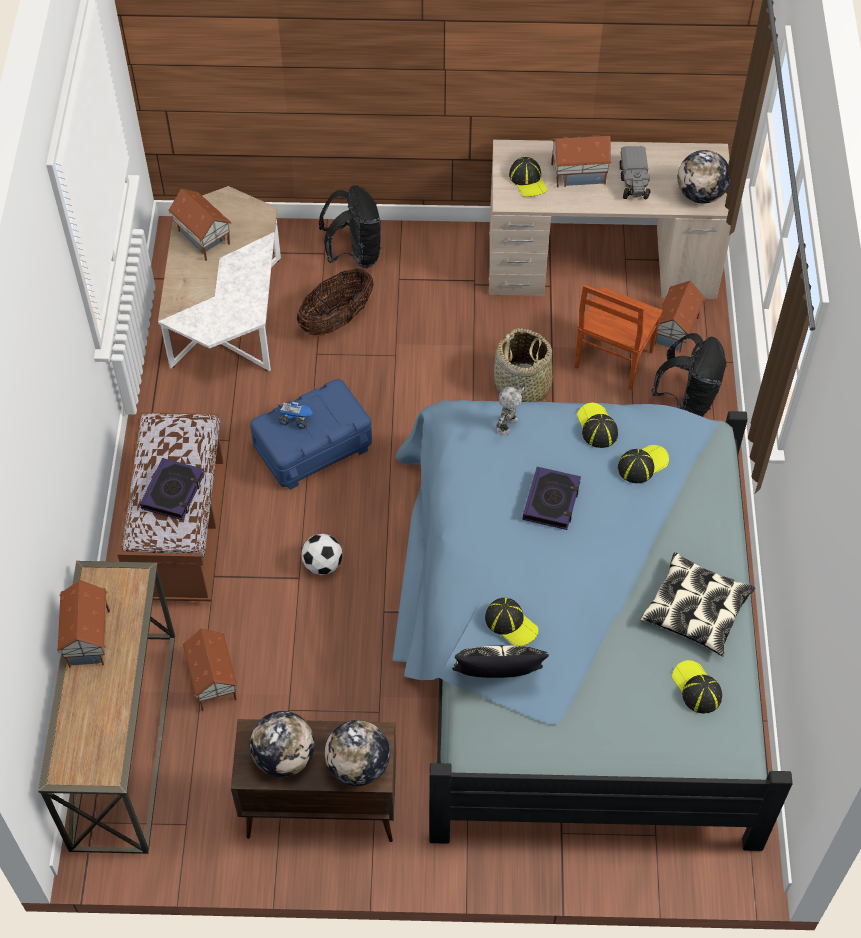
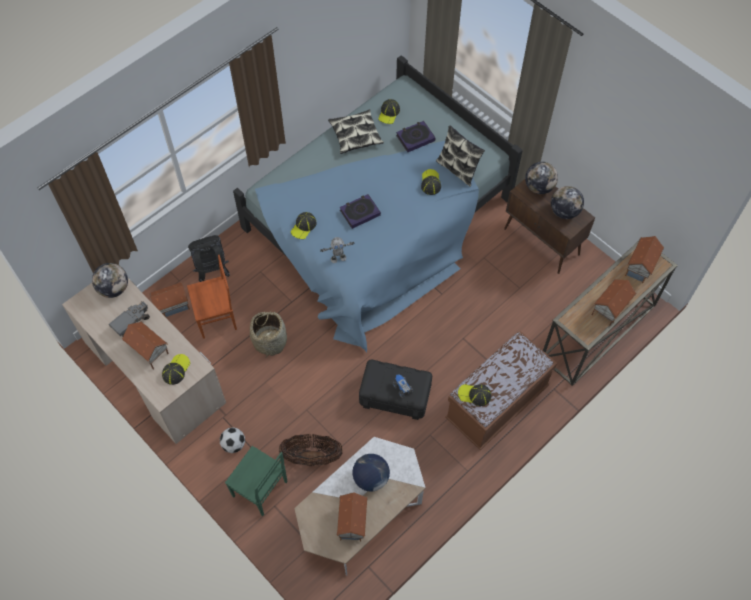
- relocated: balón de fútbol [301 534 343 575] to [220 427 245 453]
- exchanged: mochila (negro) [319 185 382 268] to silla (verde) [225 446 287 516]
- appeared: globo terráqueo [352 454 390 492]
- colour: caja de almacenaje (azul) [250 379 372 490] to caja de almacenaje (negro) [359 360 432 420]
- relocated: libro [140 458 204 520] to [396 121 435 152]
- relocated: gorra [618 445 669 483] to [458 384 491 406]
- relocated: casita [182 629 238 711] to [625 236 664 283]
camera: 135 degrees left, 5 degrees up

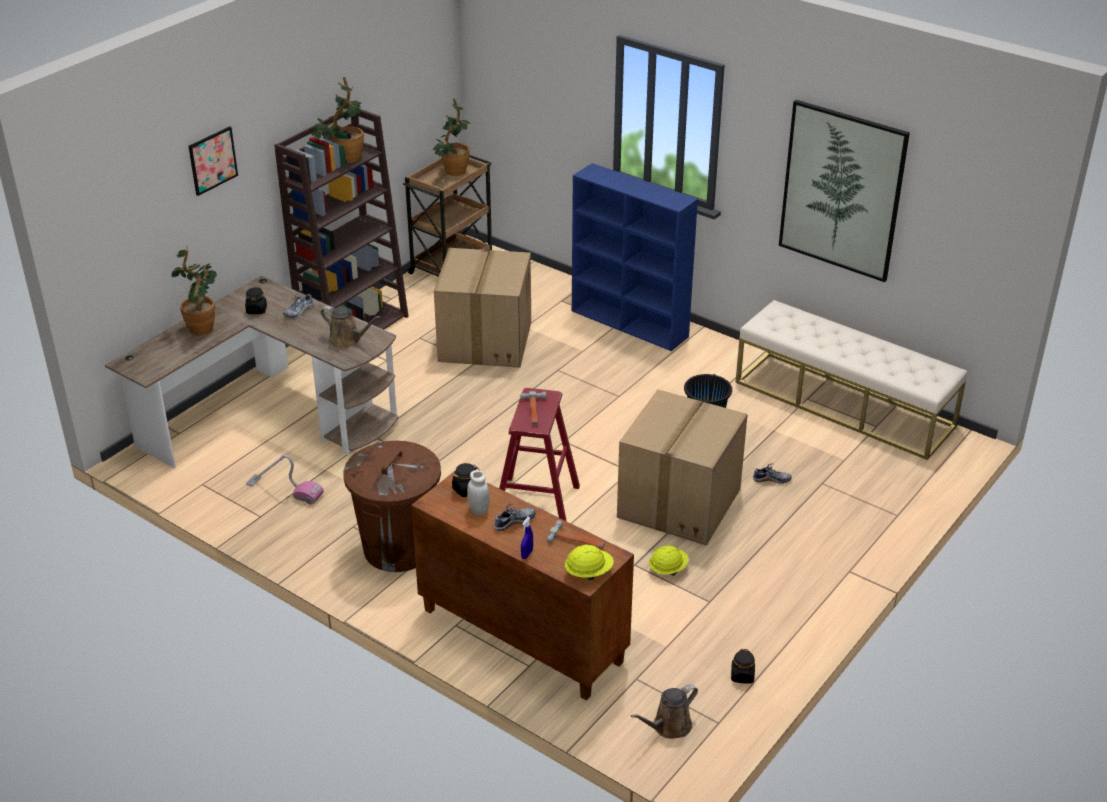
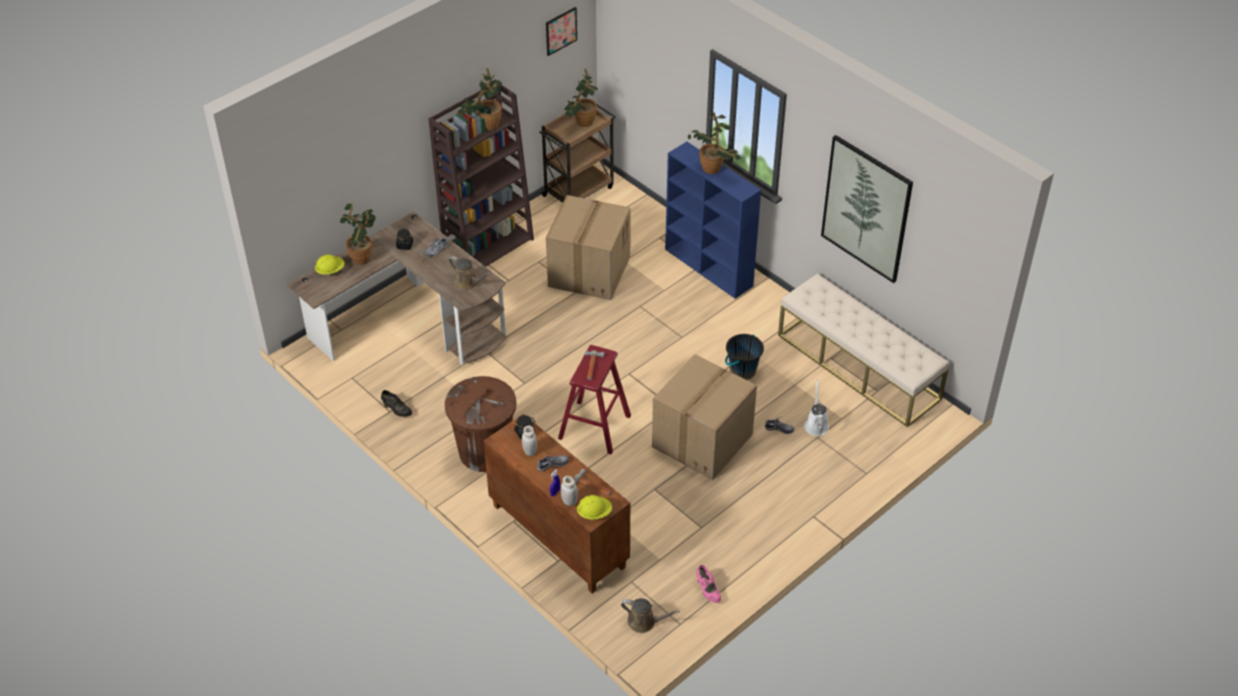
- relocated: casco (amarillo) [649 546 689 576] to [315 254 345 276]
- appeared: zapato (negro) [381 390 412 417]
- relocated: cuadro [188 126 238 196] to [546 7 577 56]
- appeared: tarro (blanco) [561 476 578 506]
- spun: regadera (marrón) [631 684 698 739] = [621 598 680 633] 135 degrees counterclockwise
- appeared: planta en maceta [688 112 741 174]
- exchanged: tarro (negro) [731 649 755 684] to zapato (rosa) [696 565 721 603]
- appeared: regadera (blanco) [804 380 829 436]
- missing: aspiradora [246 455 324 505]
camera: 10 degrees right, 10 degrees up

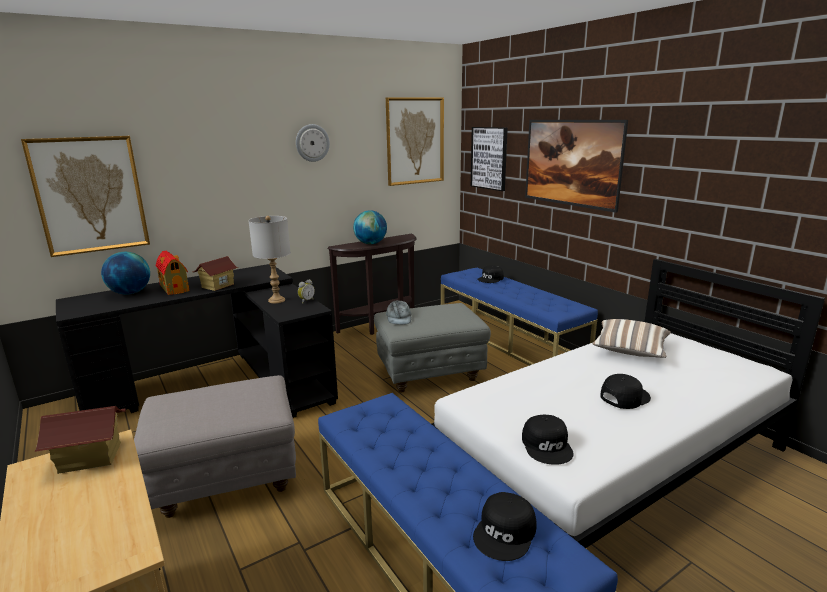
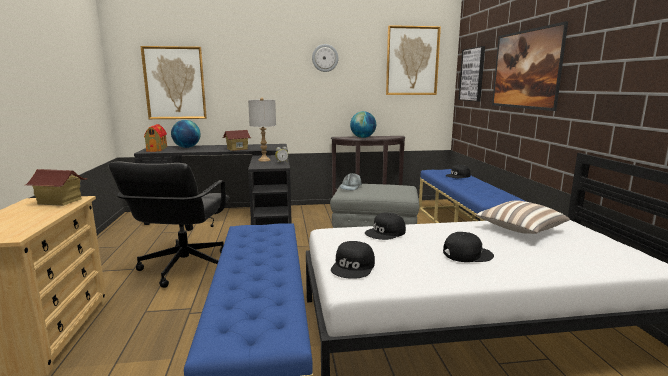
- exchanged: puf (gris) [134 375 296 518] to silla de oficina (negro) [108 162 229 288]
- relocated: casita [156 251 190 295] to [144 124 167 152]
- relocated: gorra (negro) [473 492 537 561] to [365 212 406 240]
camera: 25 degrees right, 5 degrees down

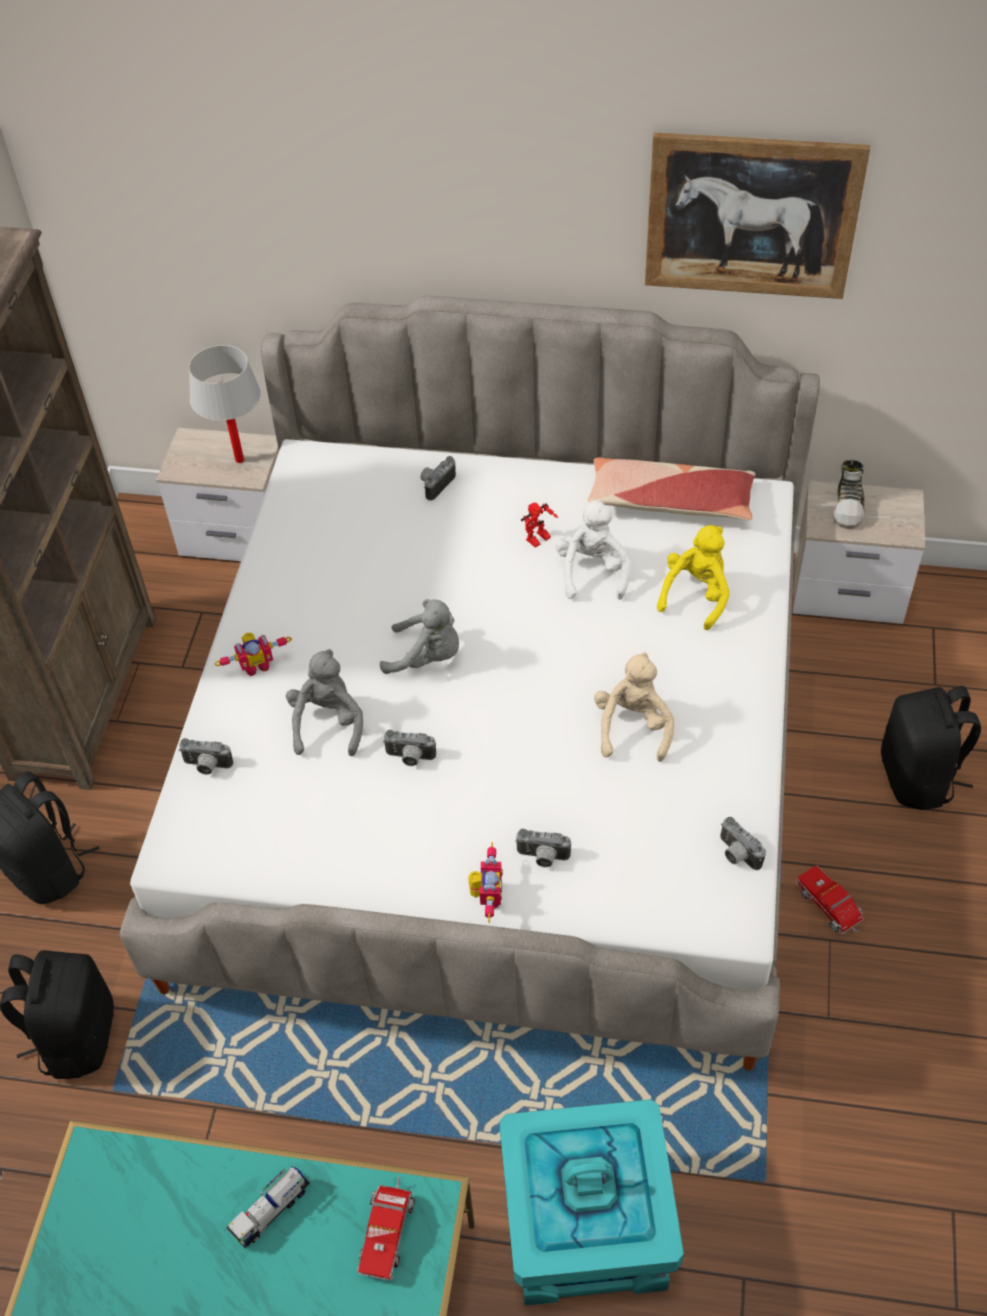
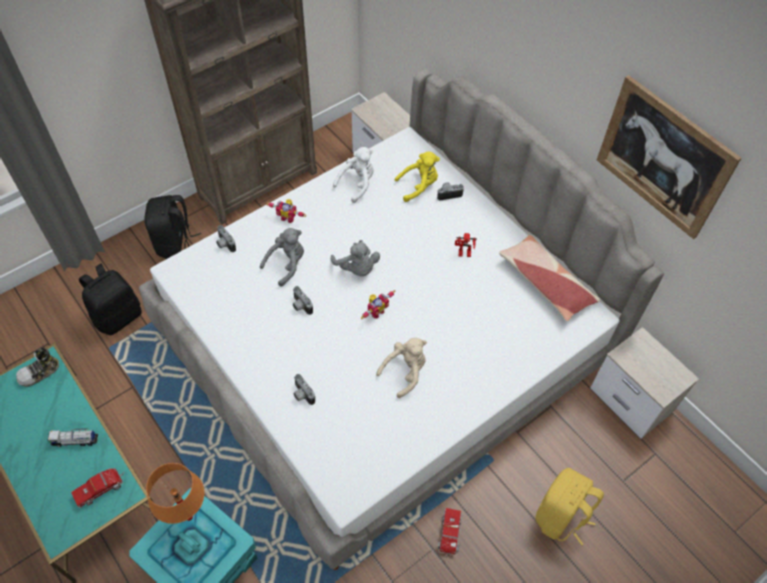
- relocated: zapato [833 460 865 529] to [16 348 59 387]
- appeared: lámpara de mesa (naranja) [146 463 205 524]
- relocated: peluche (blanco) [555 499 631 600] to [333 147 374 203]
- relocated: robot de juguete [468 842 503 923] to [361 290 395 319]
- relocated: peluche (amarillo) [657 525 730 630] to [395 152 440 202]
- colour: mochila (negro) [881 686 981 810] to mochila (amarillo) [535 468 604 545]
- missing: lámpara de mesa (blanco) [189 345 261 463]
- missing: cámara [720 817 766 870]
camera: 40 degrees right, 5 degrees up

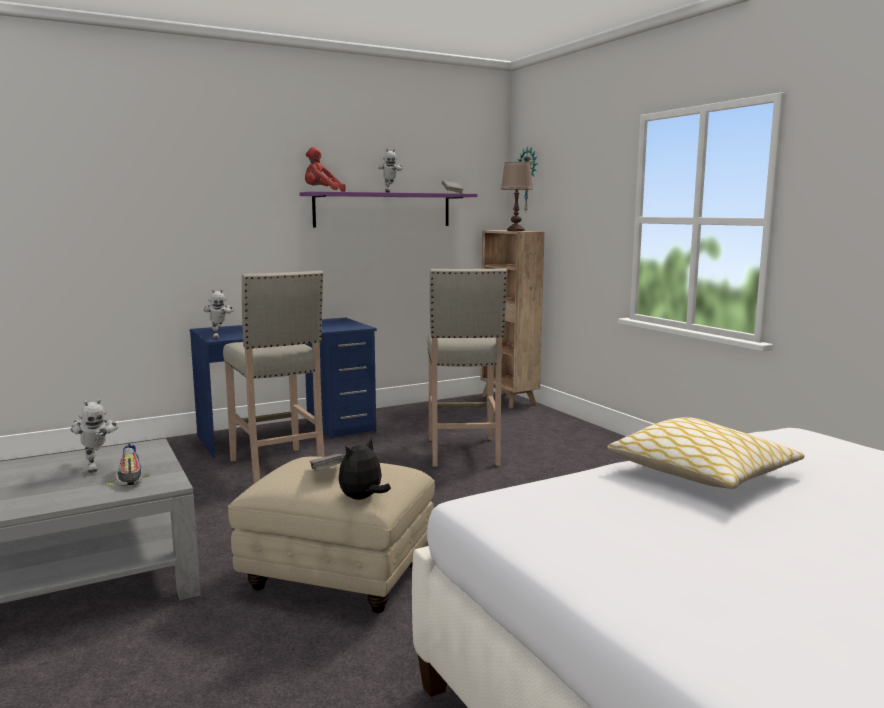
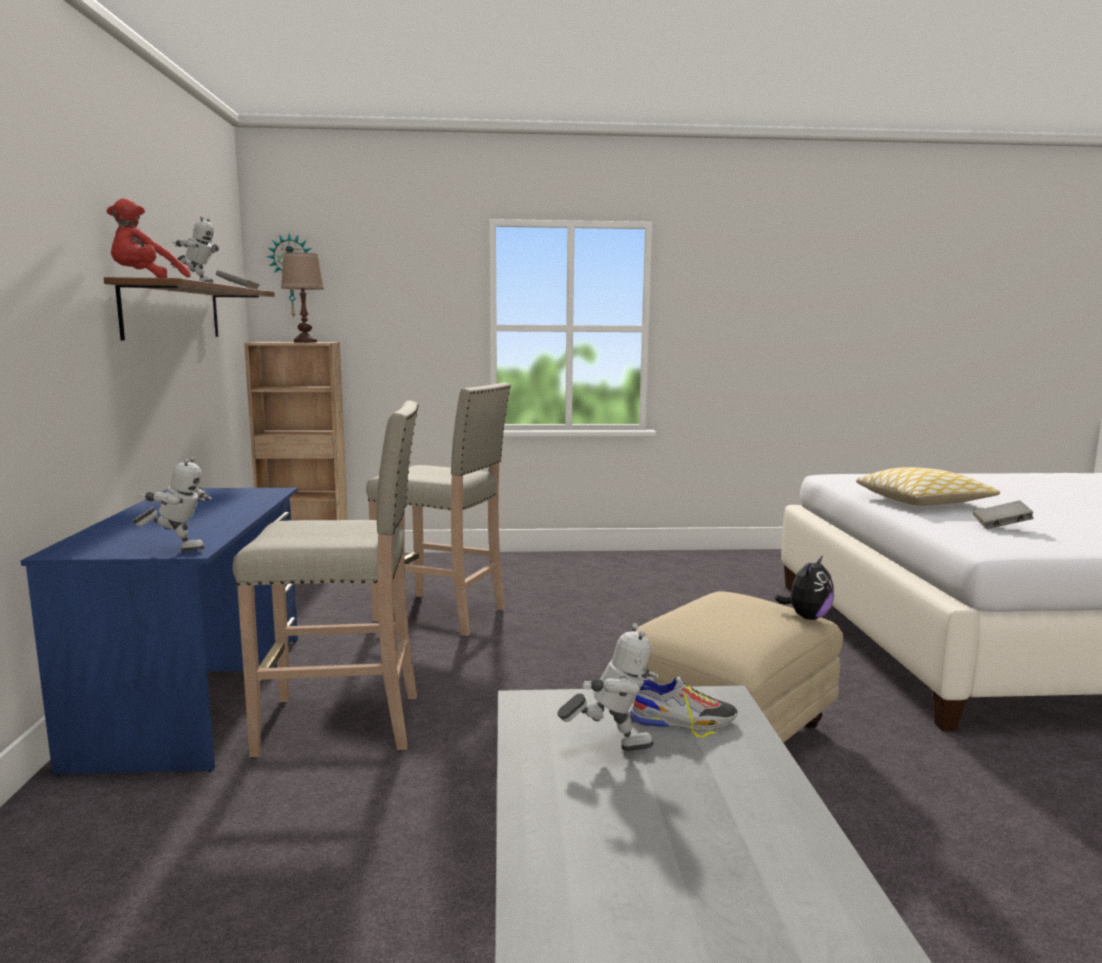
- colour: estante (morado) [299 191 478 228] to estante (marrón) [104 277 275 340]
- spun: peluche [339 438 391 500] = [775 555 834 620] 120 degrees counterclockwise
- relocated: libro (gris) [310 454 345 471] to [973 500 1034 529]
camera: 65 degrees left, 0 degrees up

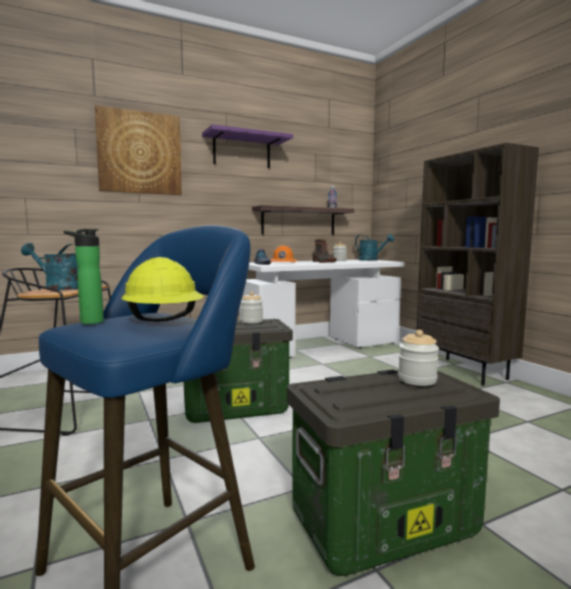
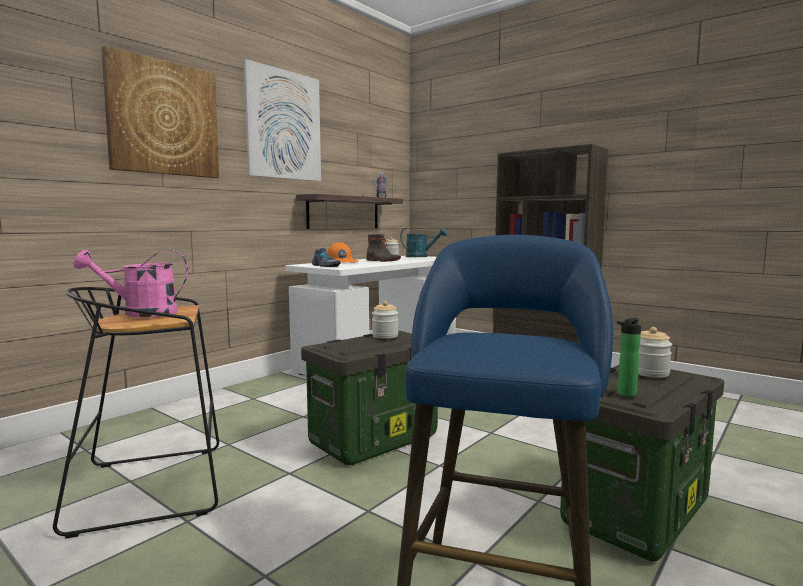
- colour: regadera (turquesa) [21 243 78 290] to regadera (rosa) [74 250 188 317]
- exchanged: estante (morado) [202 124 293 168] to cuadro [243 59 321 181]
- relocated: botella [64 229 104 324] to [617 318 641 397]
- missing: casco (amarillo) [122 257 204 322]
camera: 25 degrees left, 0 degrees up

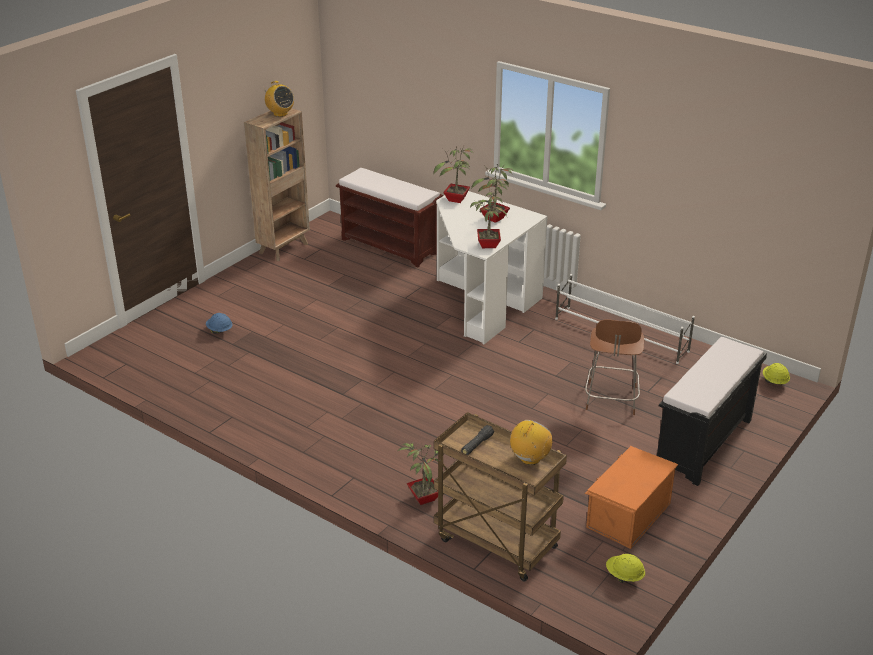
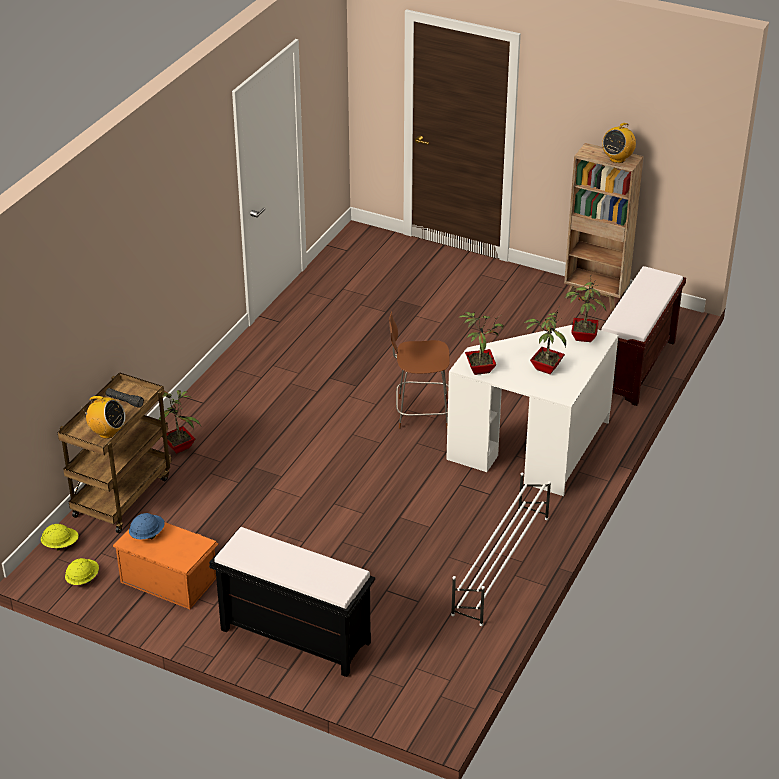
- relocated: casco (amarillo) [763 363 790 384] to [41 524 79 551]
- relocated: casco (azul) [206 313 233 334] to [129 513 165 540]
- relocated: silla (marrón) [585 320 644 415] to [389 311 450 429]
camera: 80 degrees right, 5 degrees up

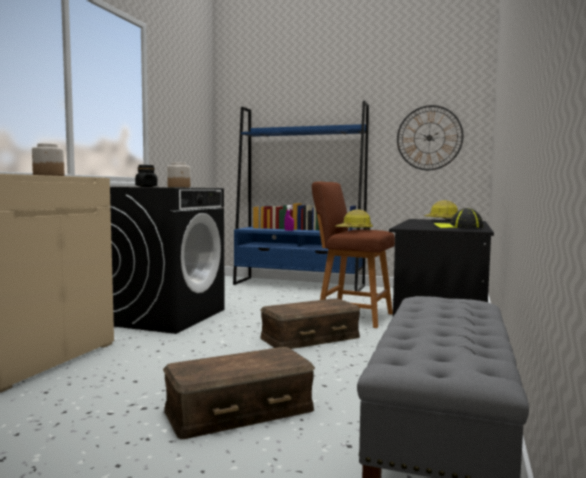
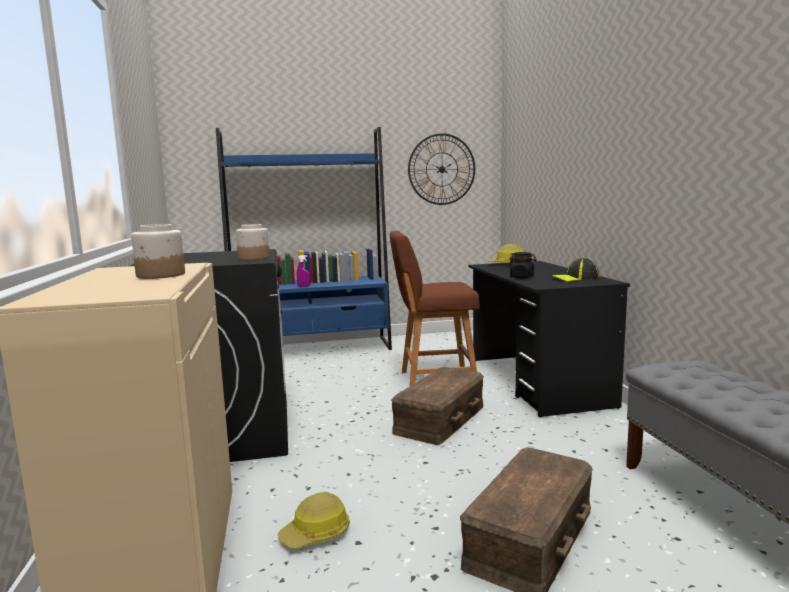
- relocated: casco [336 210 373 230] to [277 492 350 549]
- relocated: tarro (negro) [135 165 158 187] to [508 252 537 278]
camera: 30 degrees left, 5 degrees up

